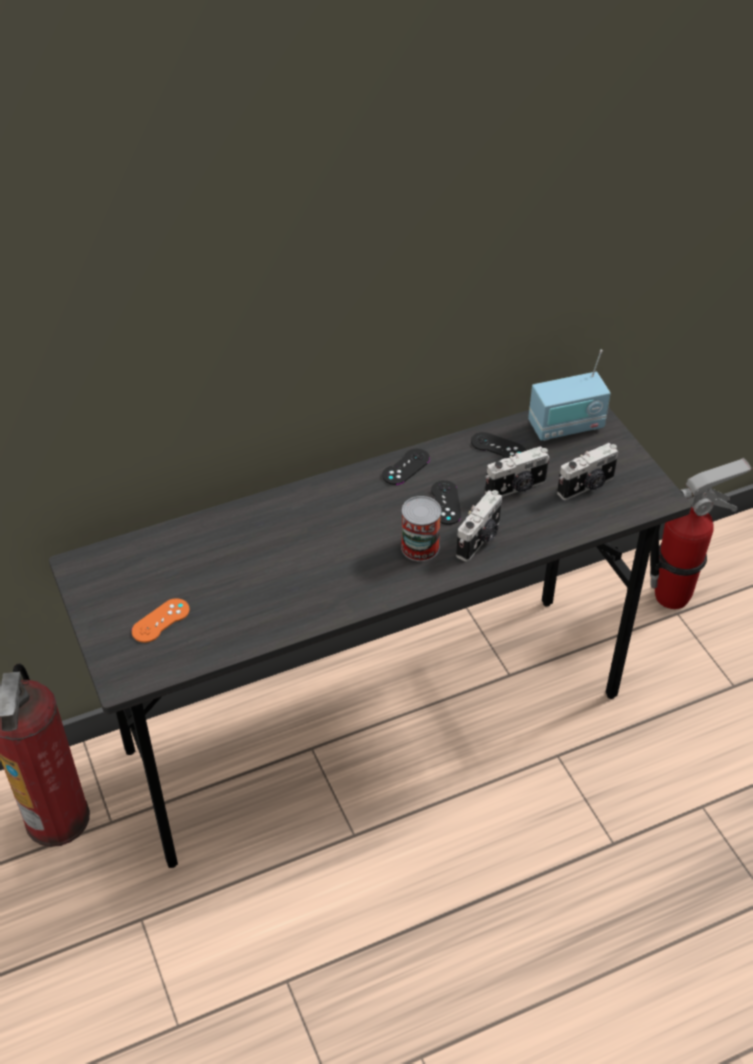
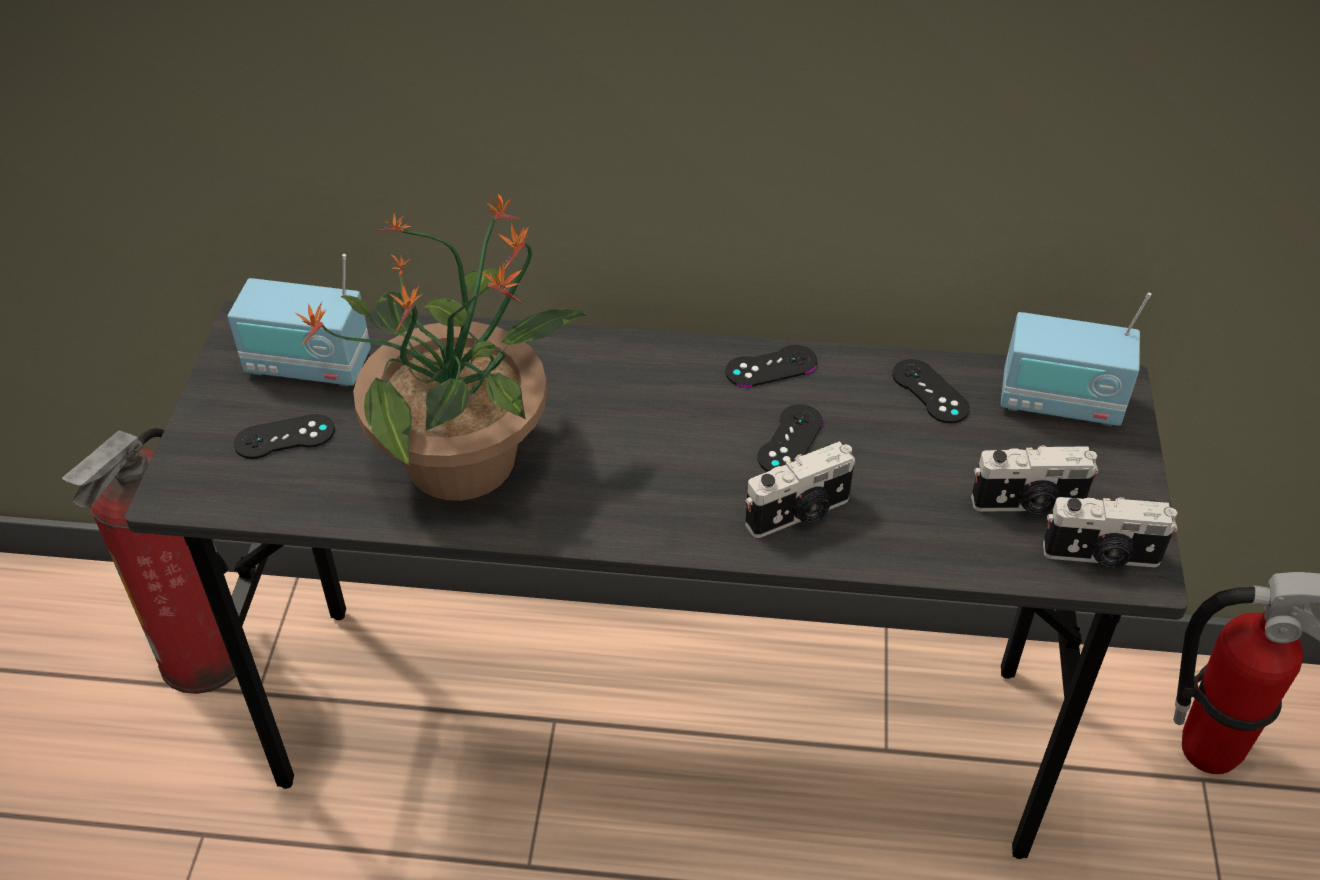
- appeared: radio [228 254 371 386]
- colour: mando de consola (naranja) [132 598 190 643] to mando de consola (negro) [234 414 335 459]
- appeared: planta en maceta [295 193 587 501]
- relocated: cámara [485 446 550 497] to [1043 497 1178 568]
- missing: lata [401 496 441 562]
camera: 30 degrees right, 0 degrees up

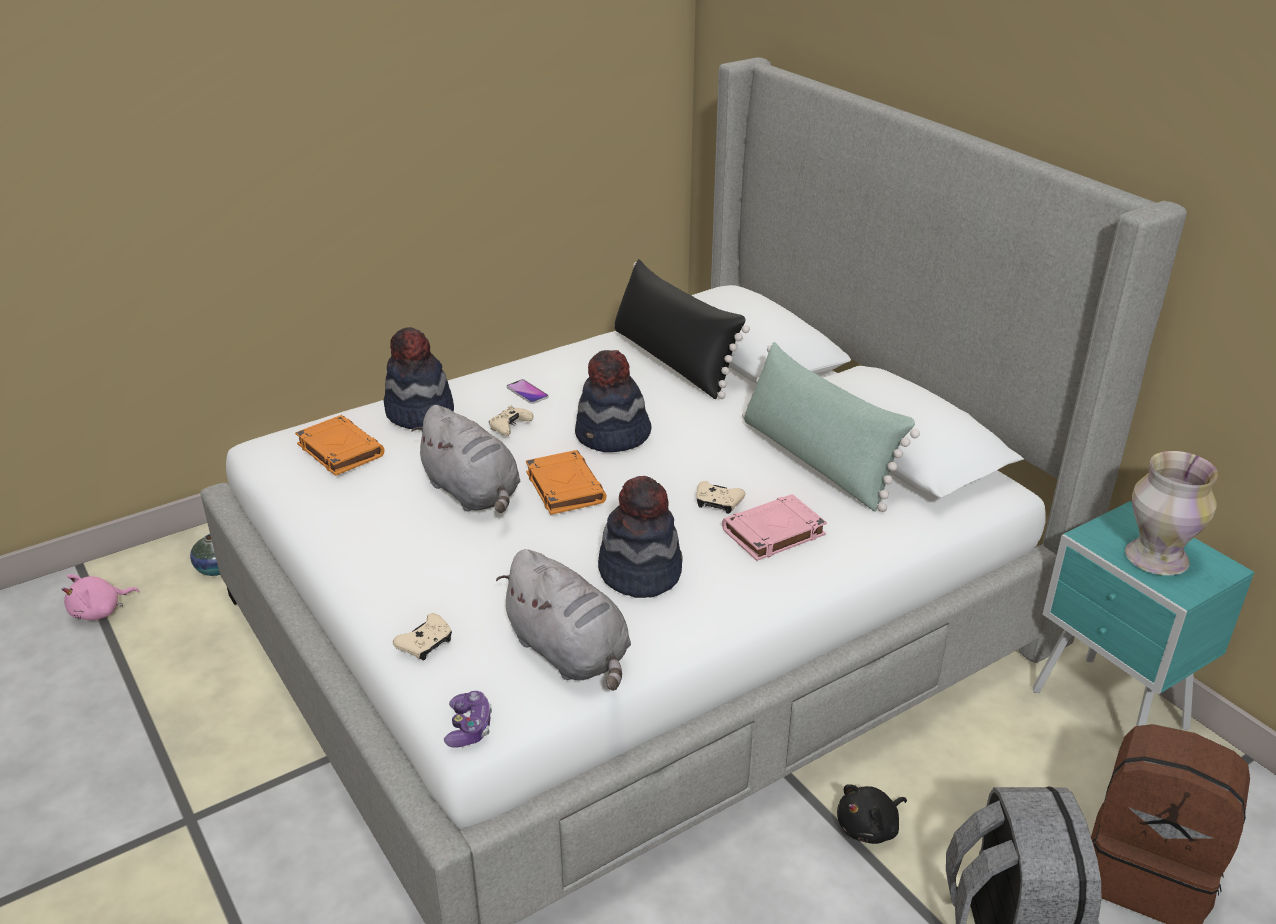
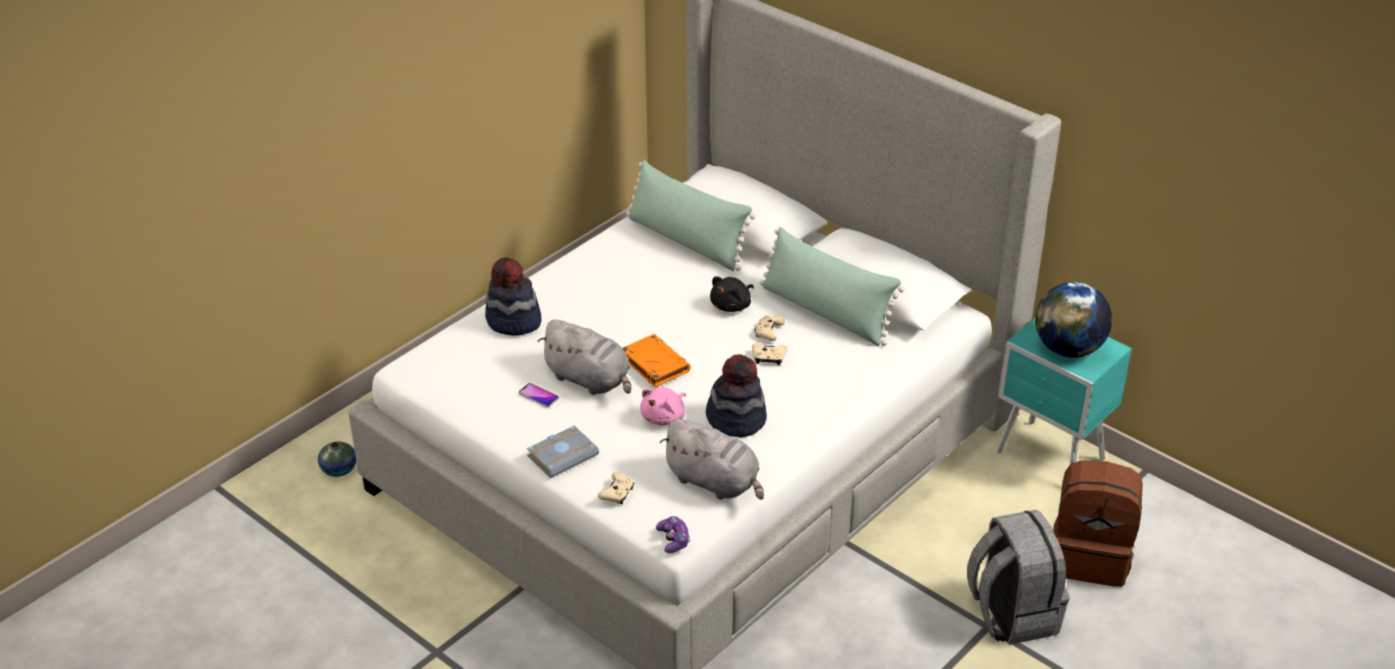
- relocated: móvil [507 379 549 404] to [519 383 559 407]
- appeared: libro (gris) [527 426 599 478]
- colour: cojín (negro) [614 259 750 399] to cojín (verde) [626 160 756 271]
- relocated: peluche (rosa) [62 574 140 620] to [640 387 686 425]
- relocated: peluche (negro) [837 784 907 844] to [710 276 754 312]
- relocated: mando de consola (beis) [489 405 533 436] to [755 315 785 341]
- exchanged: florero [1125 451 1218 575] to globo terráqueo [1035 282 1112 358]
- missing: libro (naranja) [295 415 384 476]
- missing: sombrero [575 350 652 452]
- missing: libro (rosa) [722 494 827 561]
camera: 15 degrees left, 5 degrees up

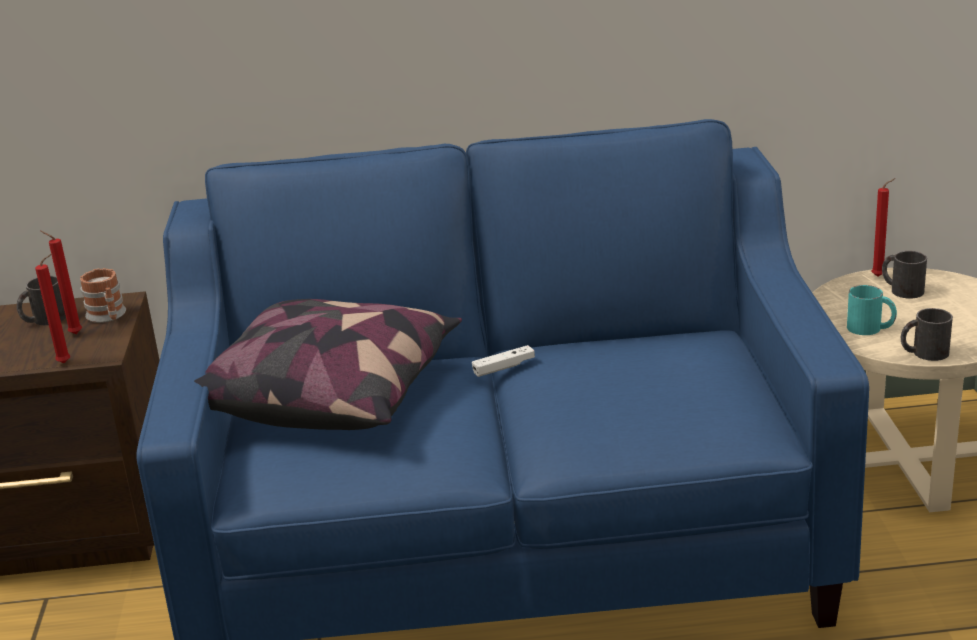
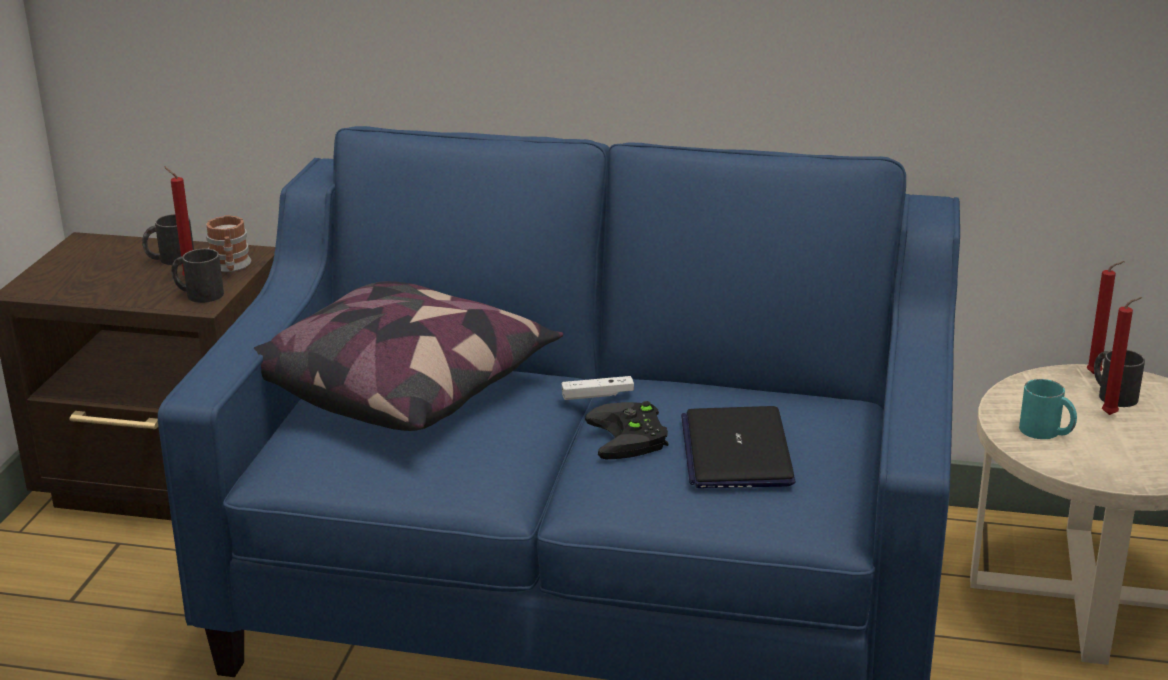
- relocated: taza grande (negro) [901 308 953 361] to [171 249 224 303]
- appeared: mando de consola (negro) [585 401 668 459]
- appeared: portátil [681 406 795 488]
- relocated: vela (rojo) [35 253 70 363] to [1102 297 1142 415]
camera: 15 degrees right, 0 degrees up

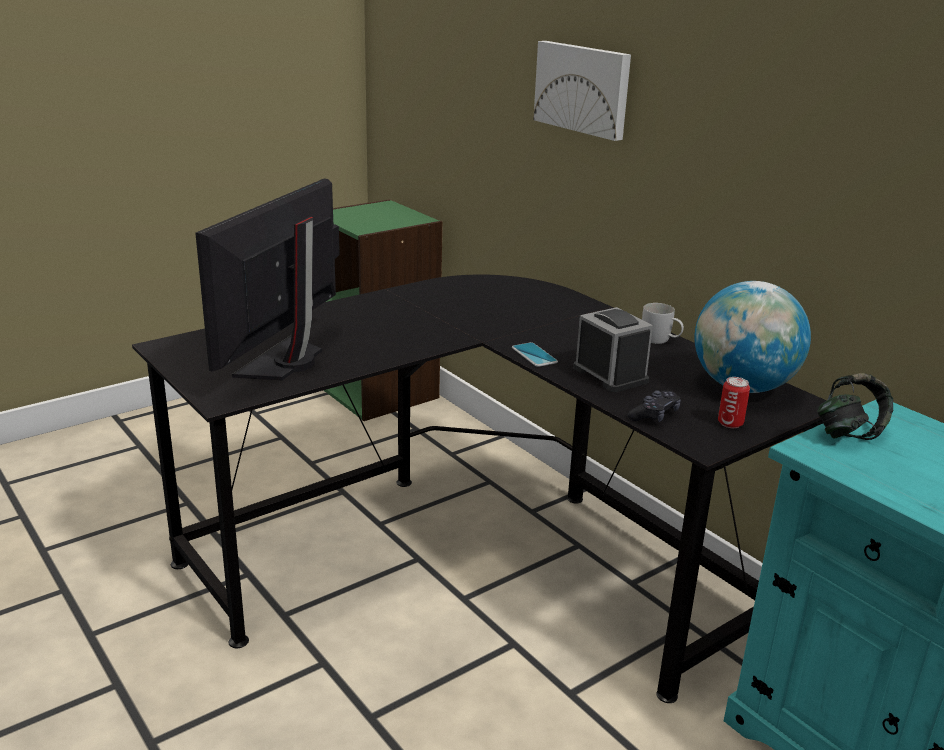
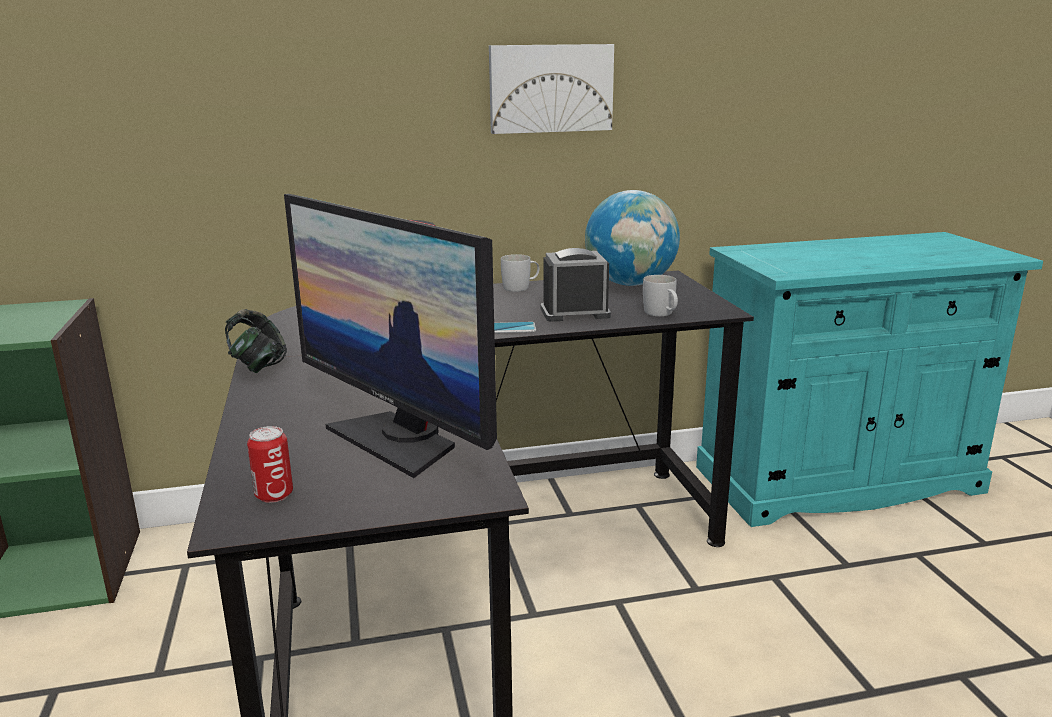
- relocated: auriculares [817 373 893 440] to [225 309 287 373]
- relocated: lata [718 377 750 428] to [247 426 293 503]
- relocated: cuadro [533 41 631 141] to [489 44 614 134]
- exchanged: mando de consola (negro) [628 391 681 422] to taza grande (blanco) [643 275 678 316]
camera: 65 degrees left, 5 degrees down

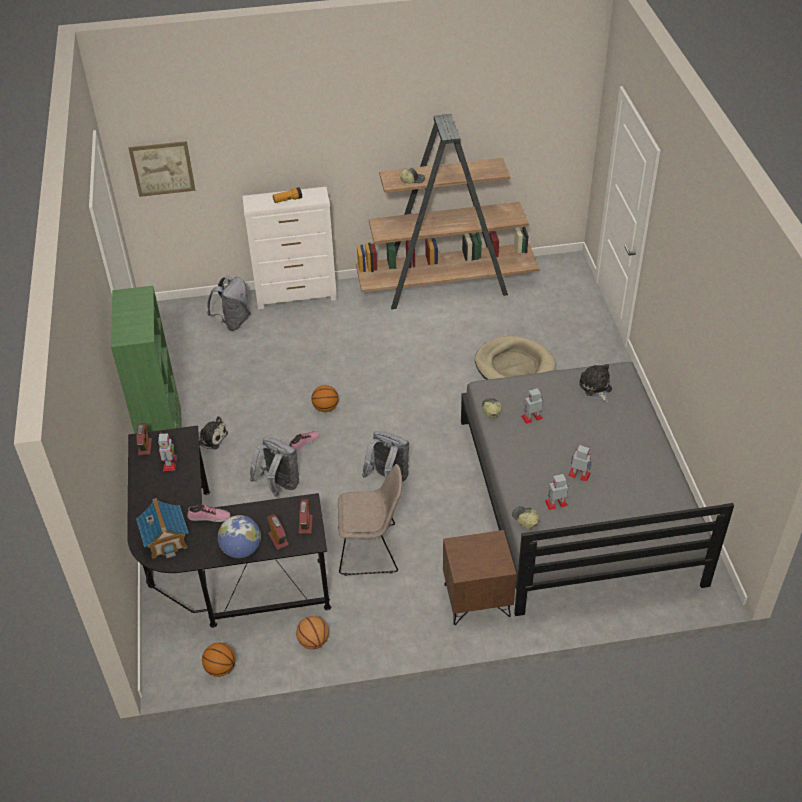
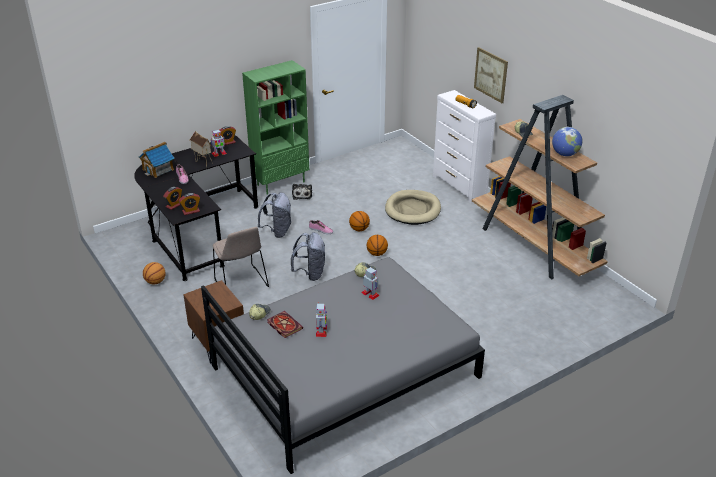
- appeared: casita [190 131 213 167]
- exchanged: robot de juguete [545 474 569 510] to libro [267 311 303 338]
- relocated: balón de baloncesto [202 643 236 677] to [367 235 388 256]
- relocated: cama para perro (beis) [475 336 556 380] to [385 190 441 225]
- relocated: cuadro [129 141 195 197] to [474 47 508 103]
- relocated: globo terráqueo [218 515 261 558] to [552 127 582 156]
- missing: mochila (gris) [207 275 251 331]
- missing: peluche [579 364 612 402]
camera: 65 degrees right, 10 degrees down

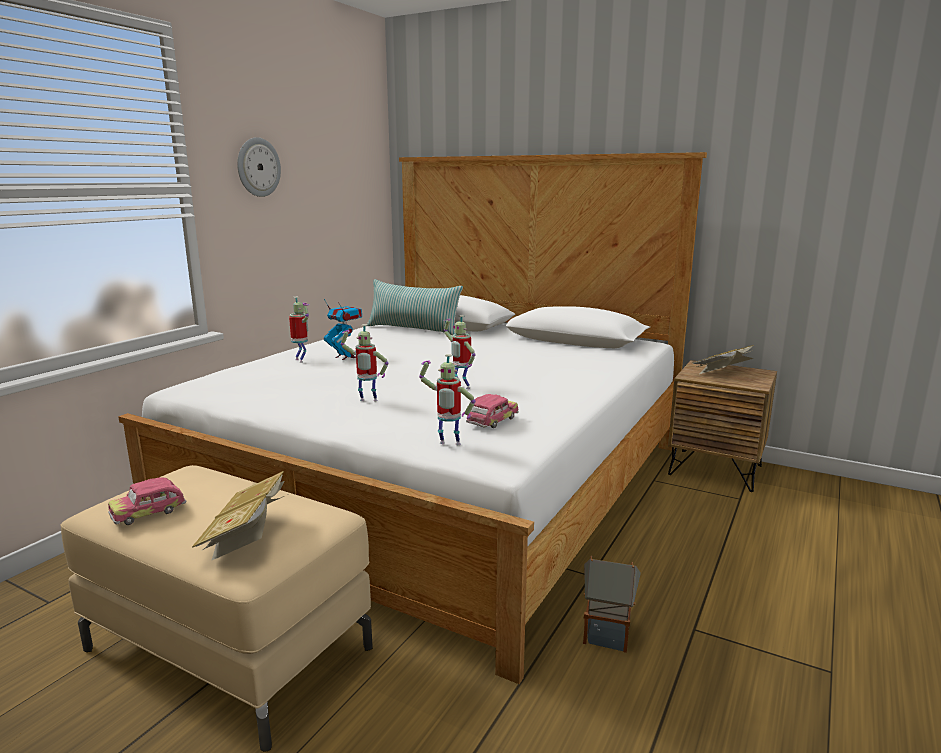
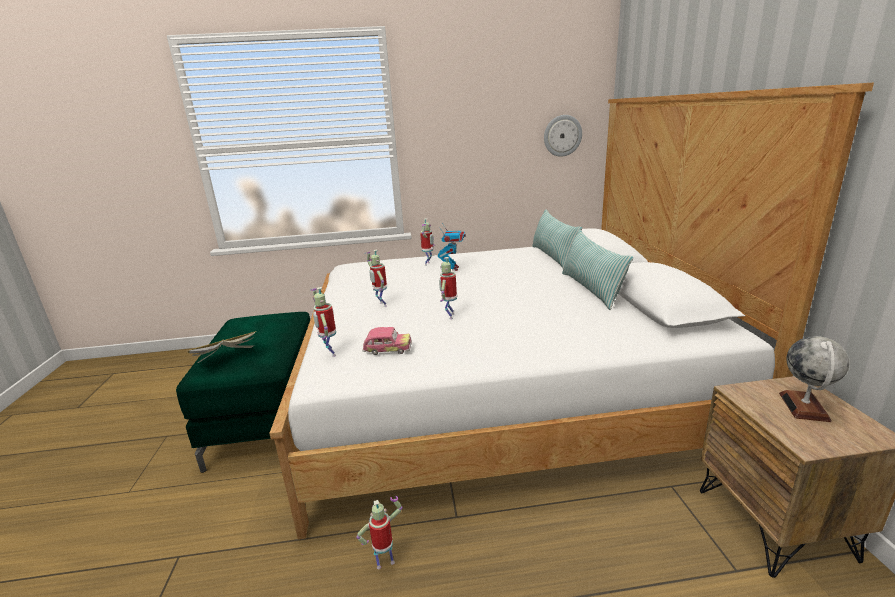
- colour: puf (beis) [60 465 373 752] to puf (verde) [176 312 310 473]
- exchanged: casita [583 556 641 653] to robot de juguete [356 496 402 569]
- relocated: reloj de pared [237 137 281 197] to [544 115 582 157]
- appeared: cojín [562 229 633 310]
- exchanged: libro [692 345 754 374] to globo terráqueo [779 336 849 422]
- missing: coche de juguete [108 477 186 525]
camera: 55 degrees right, 5 degrees up

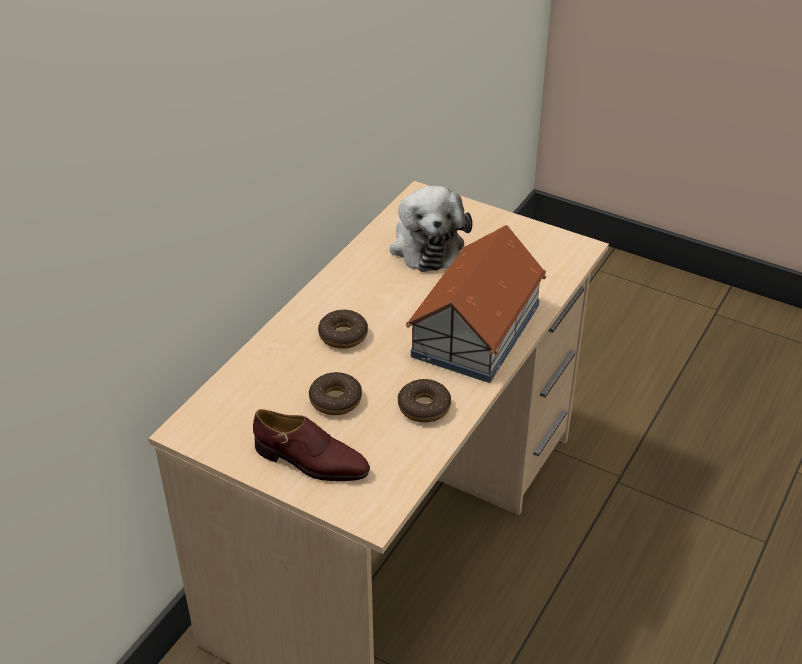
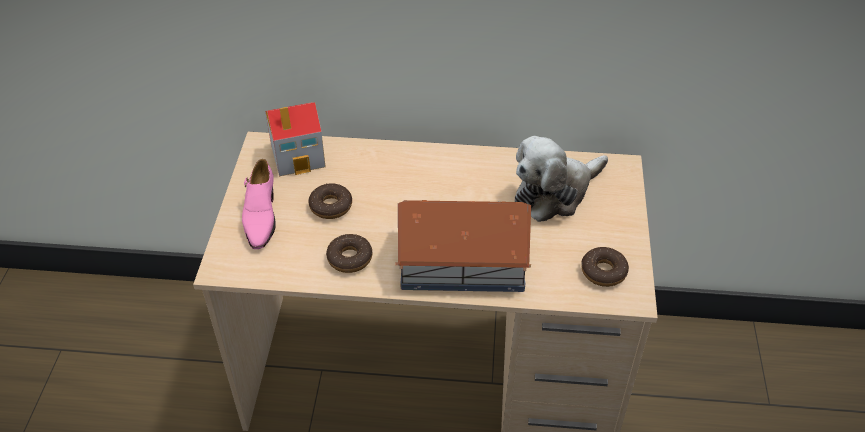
- colour: zapato (marrón) [253 409 370 481] to zapato (rosa) [242 159 276 249]
- appeared: casita [265 102 326 176]
- relocated: rosquilla [318 310 368 349] to [581 247 629 287]
camera: 65 degrees right, 5 degrees up

